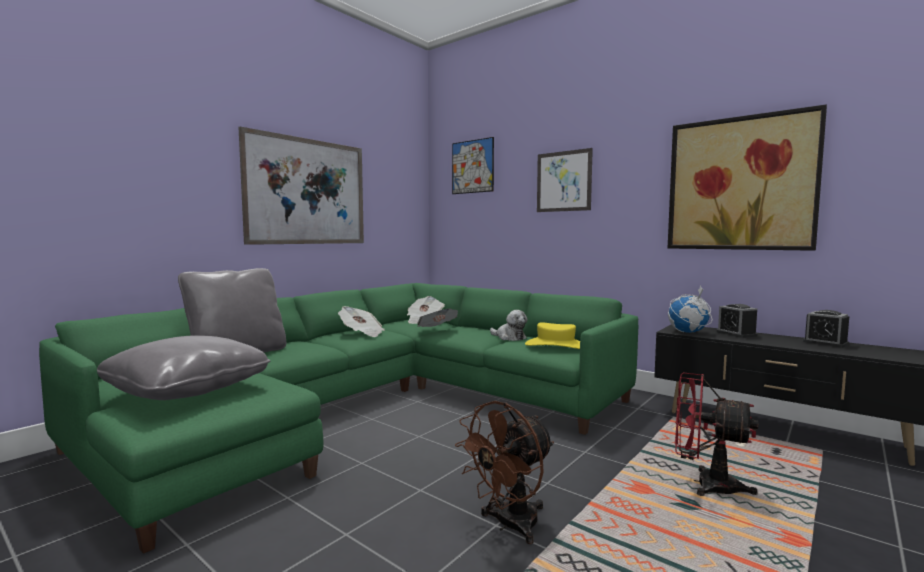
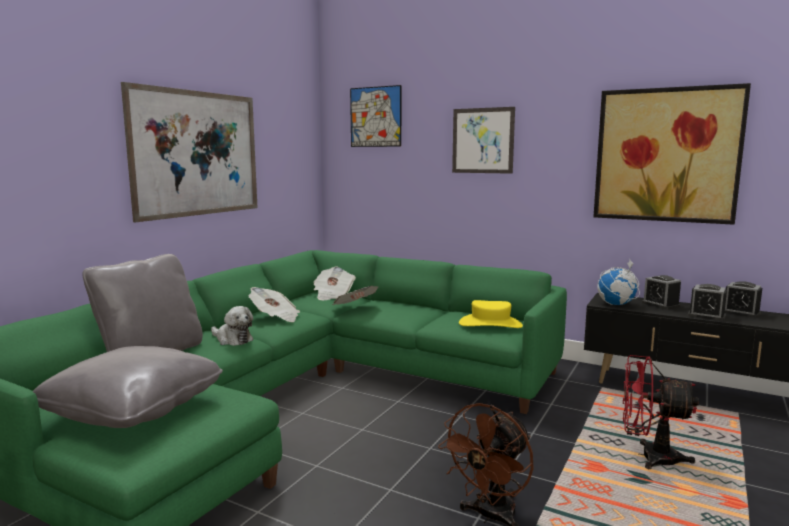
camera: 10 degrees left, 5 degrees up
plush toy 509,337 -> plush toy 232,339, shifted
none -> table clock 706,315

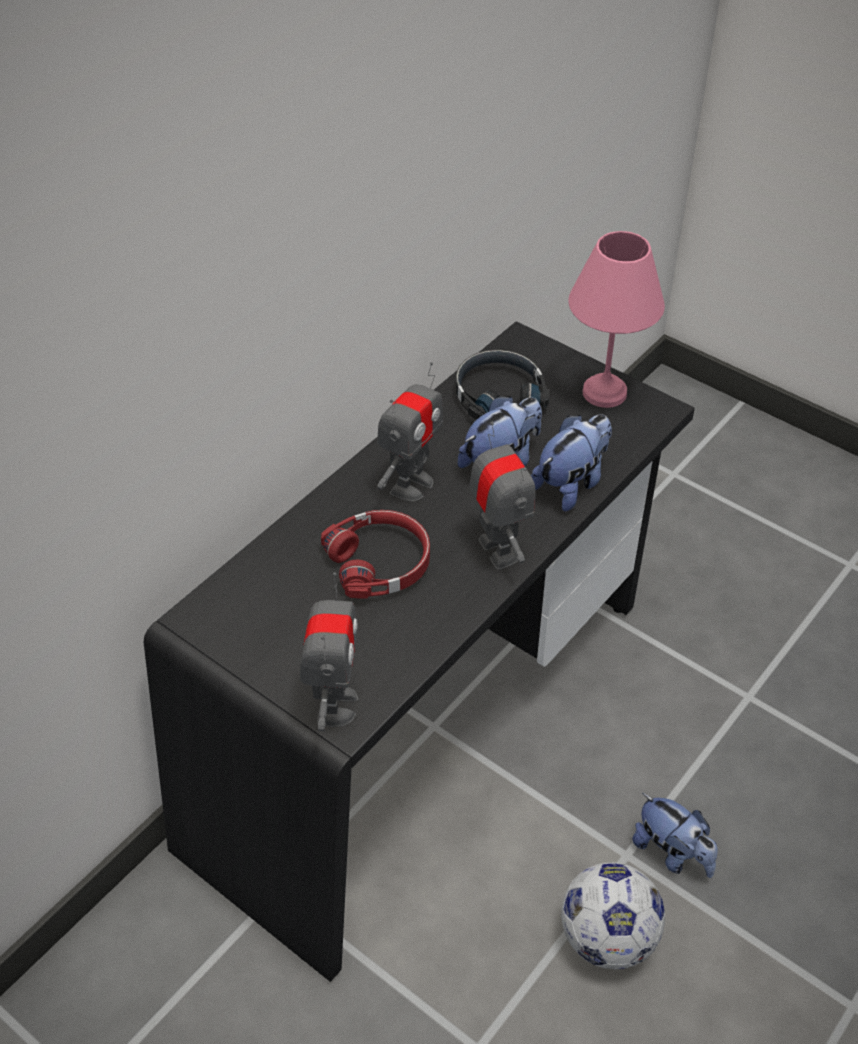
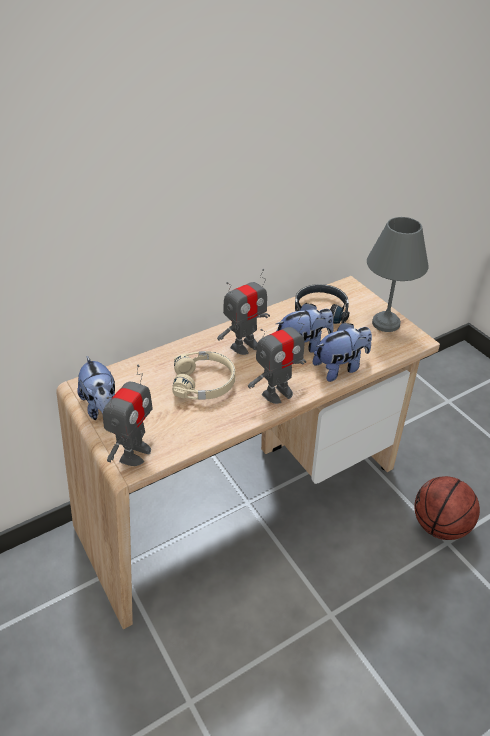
camera: 20 degrees right, 5 degrees down
desk (black) 428,726 -> desk (beige) 244,501
headset (red) 380,562 -> headset (beige) 204,382
model robot 498,550 -> model robot 277,393, 60 degrees clockwise
ball for football 607,938 -> none
tabletop lamp (pink-coloured) 606,392 -> tabletop lamp (gray) 387,323
plush toy 672,853 -> plush toy 102,408, shifted
none -> ball for basketball 440,525

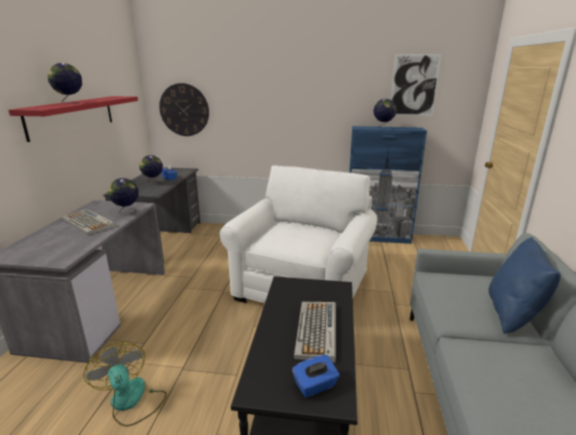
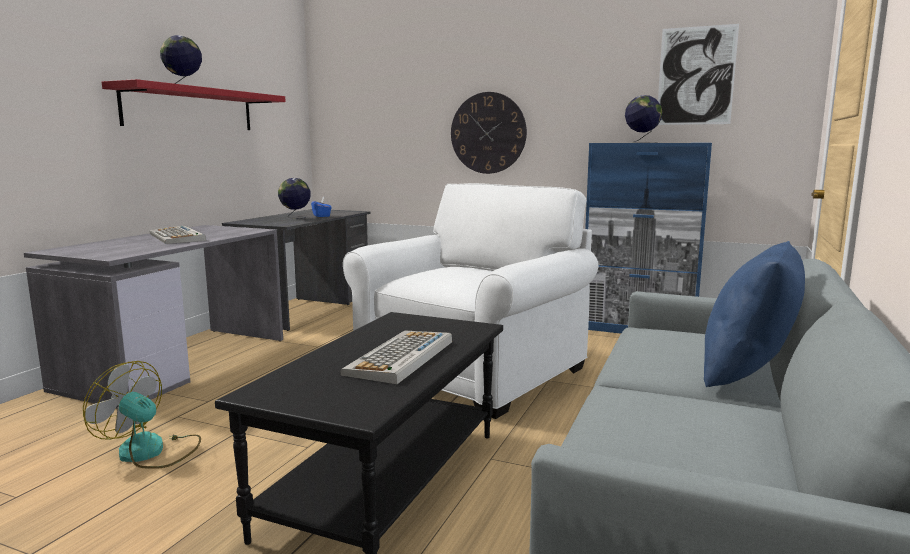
camera: 15 degrees right, 10 degrees down
fan 131,401 -> fan 151,452, 45 degrees counterclockwise
world globe 127,212 -> none
clock on the wall 184,110 -> clock on the wall 488,133, shifted
tissue box (bluish) 315,386 -> none

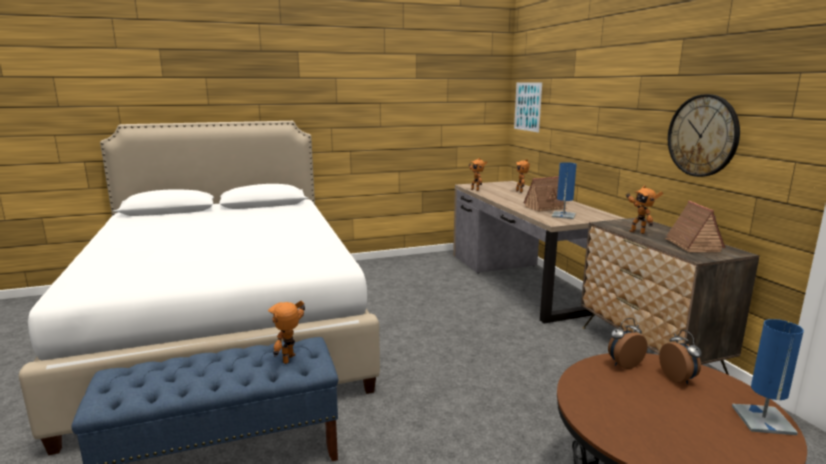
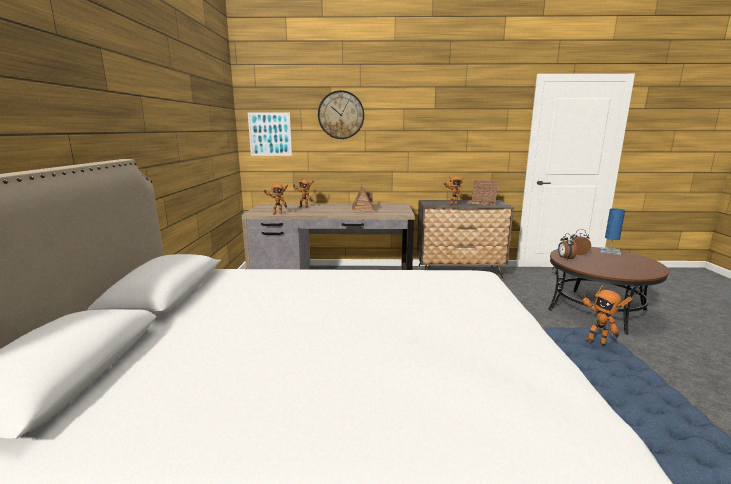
camera: 70 degrees left, 0 degrees up
tabletop lamp (bluish) 563,215 -> none
clock on the wall 702,136 -> clock on the wall 341,115, shifted

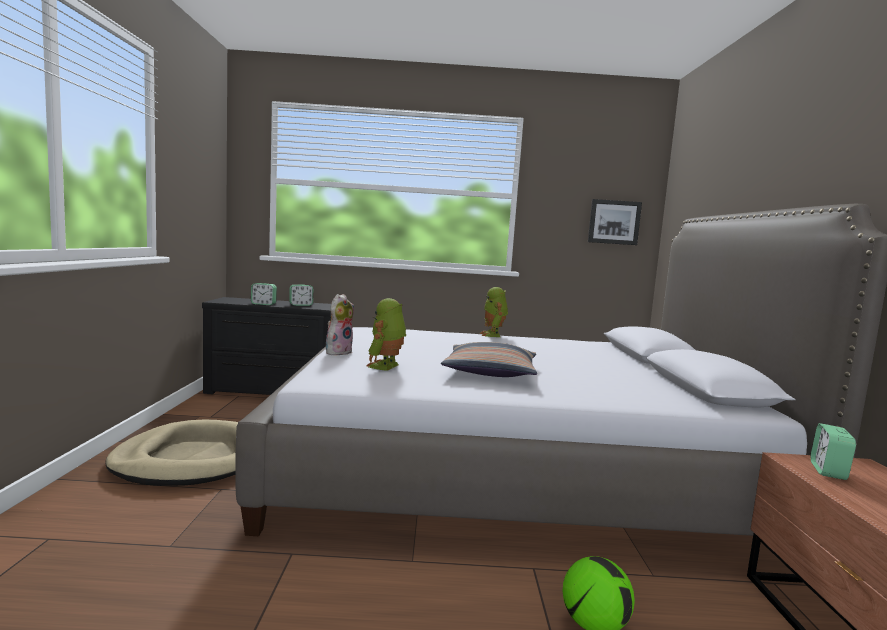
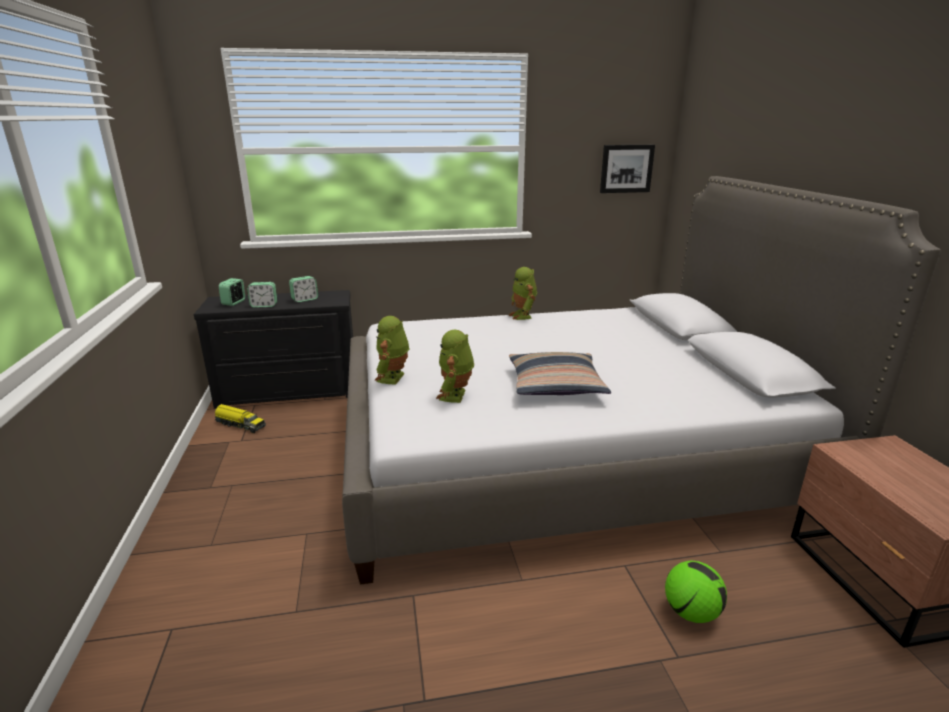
camera: 10 degrees left, 15 degrees up
pet bed (beige) 193,459 -> none
plush toy 338,352 -> model robot 393,378
table clock 828,471 -> table clock 234,303, shifted
none -> toy lorry 240,424

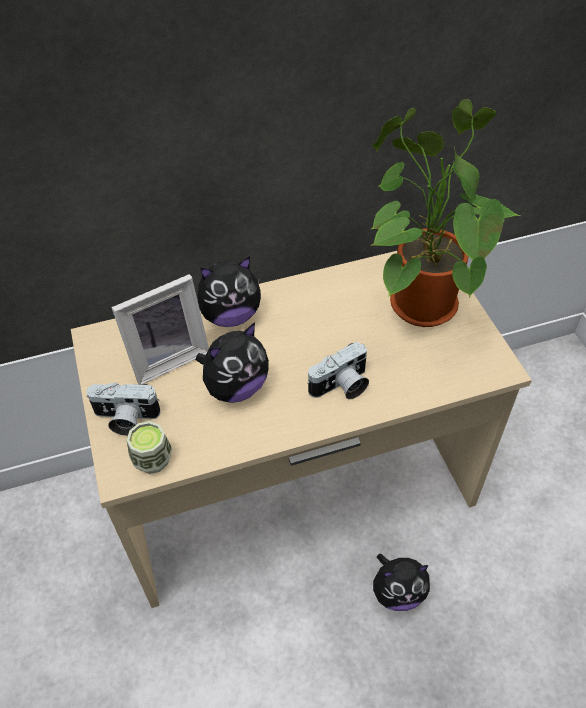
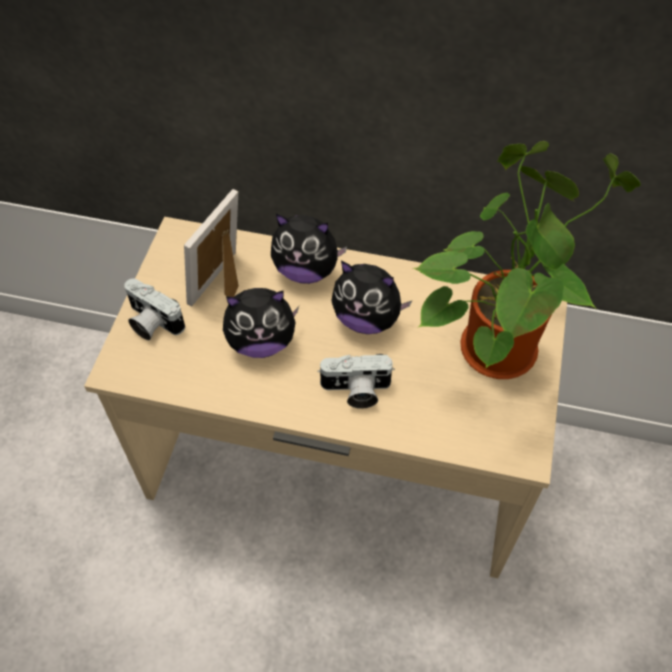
camera: 30 degrees right, 5 degrees up
photo frame 167,357 -> photo frame 224,283, 120 degrees clockwise
drinking cup 153,459 -> none
plush toy 397,592 -> plush toy 367,319, shifted

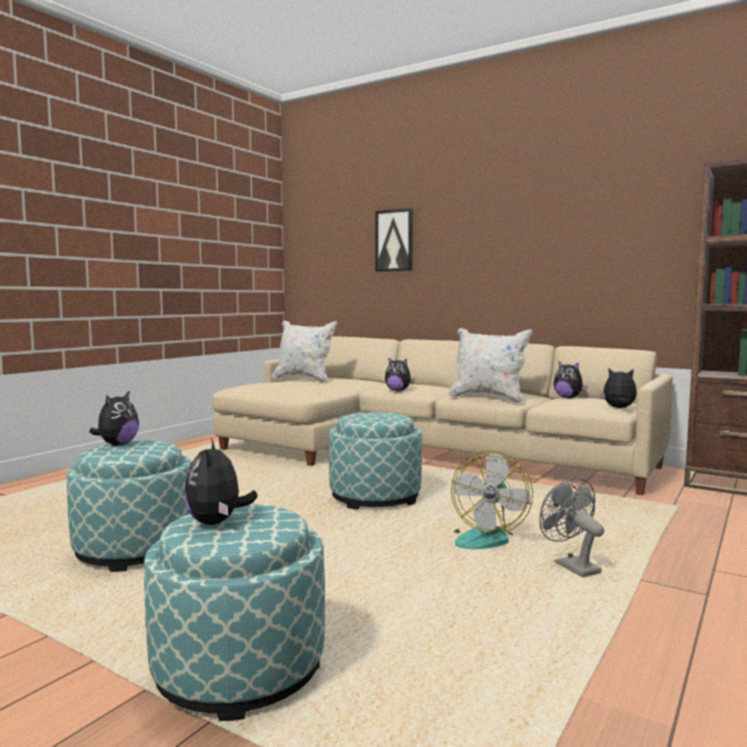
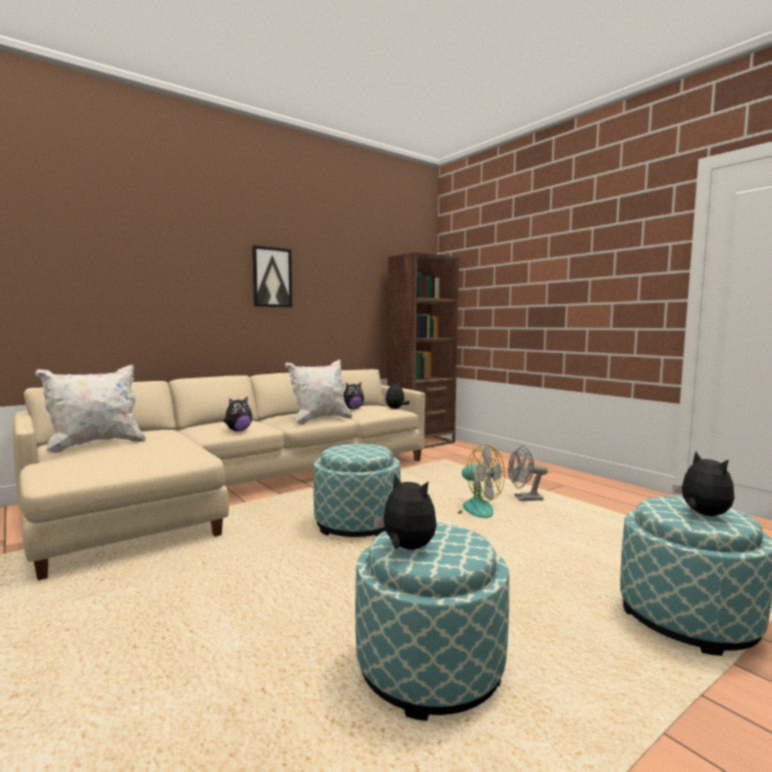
camera: 70 degrees left, 0 degrees up
plush toy 217,522 -> plush toy 702,514, 120 degrees counterclockwise
picture 394,240 -> picture 272,277, shifted

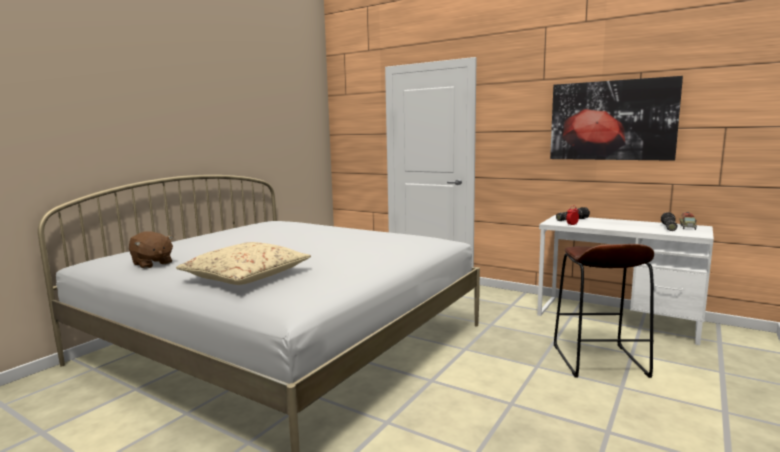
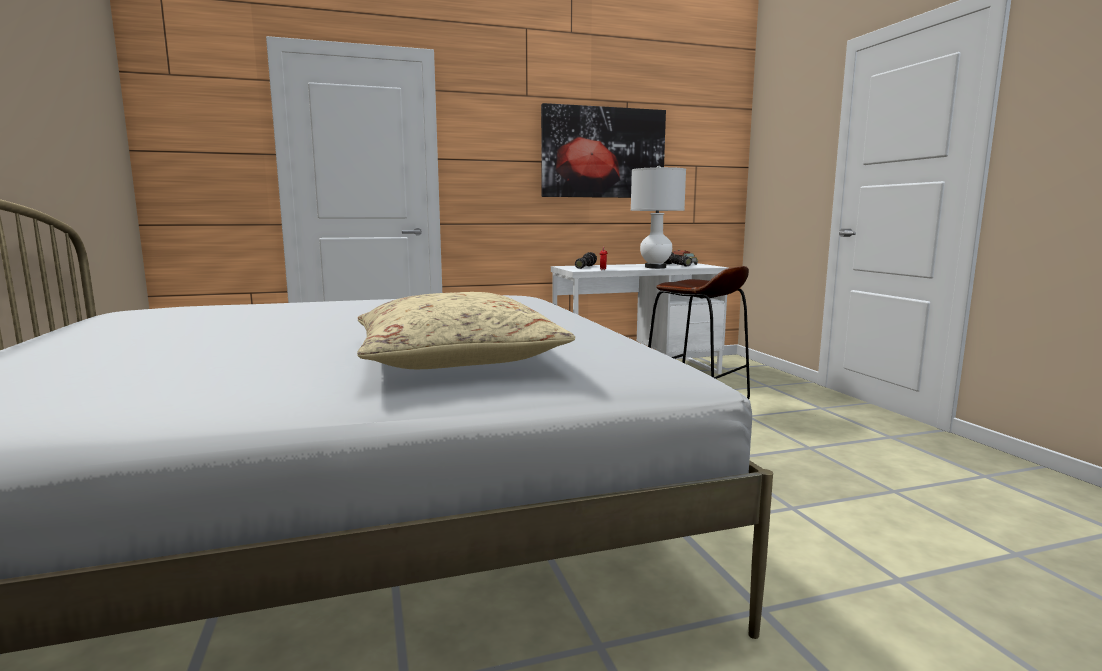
camera: 50 degrees left, 0 degrees up
plush toy (brownish) 152,264 -> none
none -> tabletop lamp (whitish) 655,267

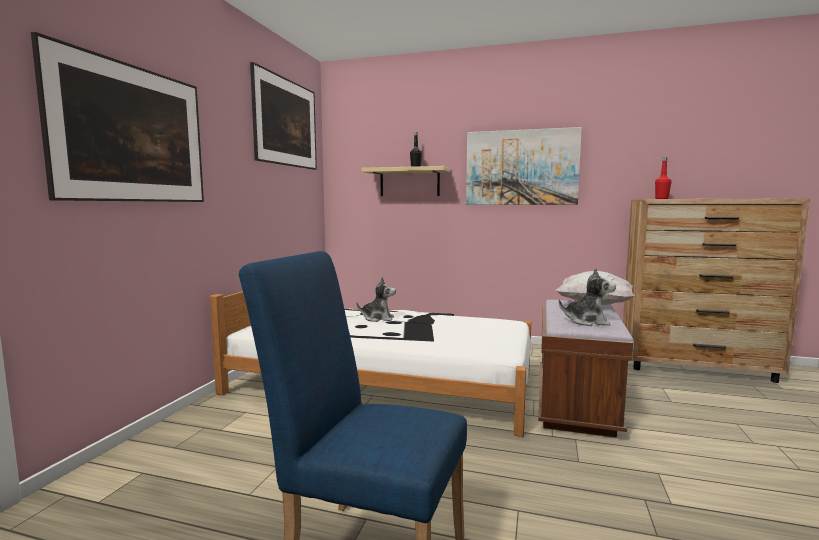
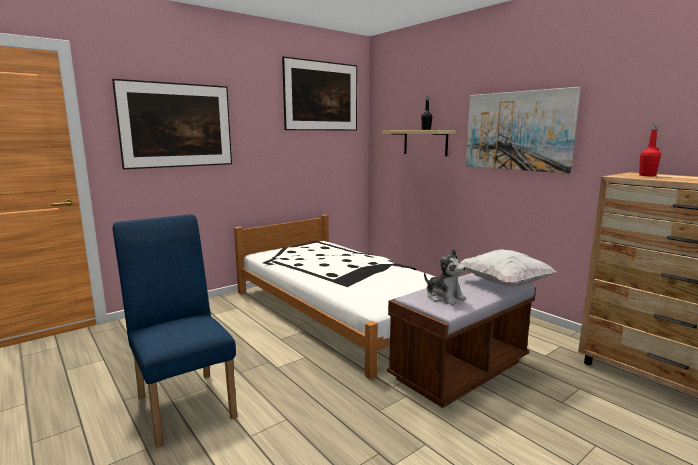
camera: 35 degrees right, 5 degrees up
plush toy 378,318 -> none

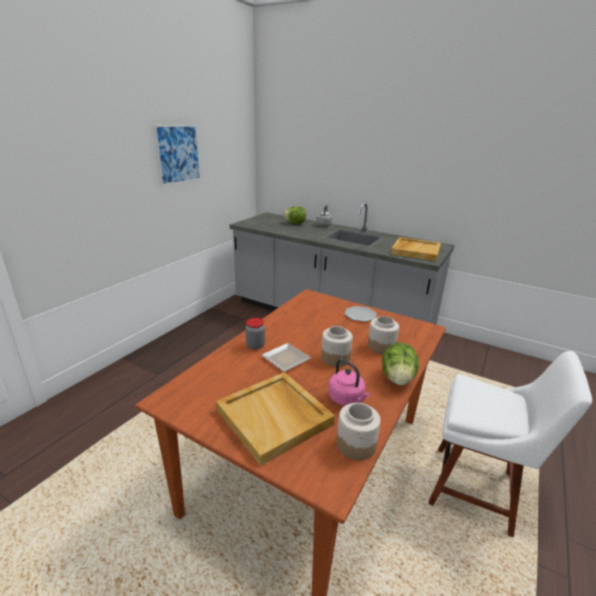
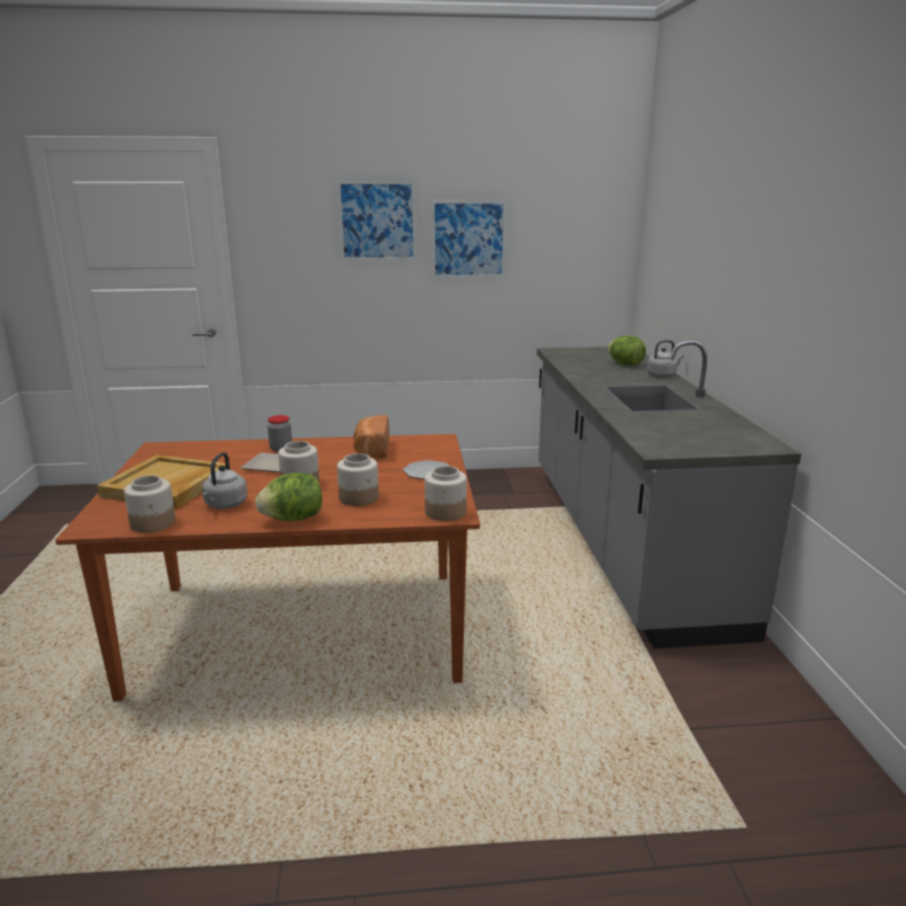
camera: 55 degrees right, 5 degrees down
water kettle (pink-coloured) 347,399 -> water kettle (gray) 225,505
carrying tray (beige) 415,251 -> none
plain chair (whitish) 477,490 -> none
none -> picture 377,221
none -> baked bread 371,450
none -> preserve jar 445,512

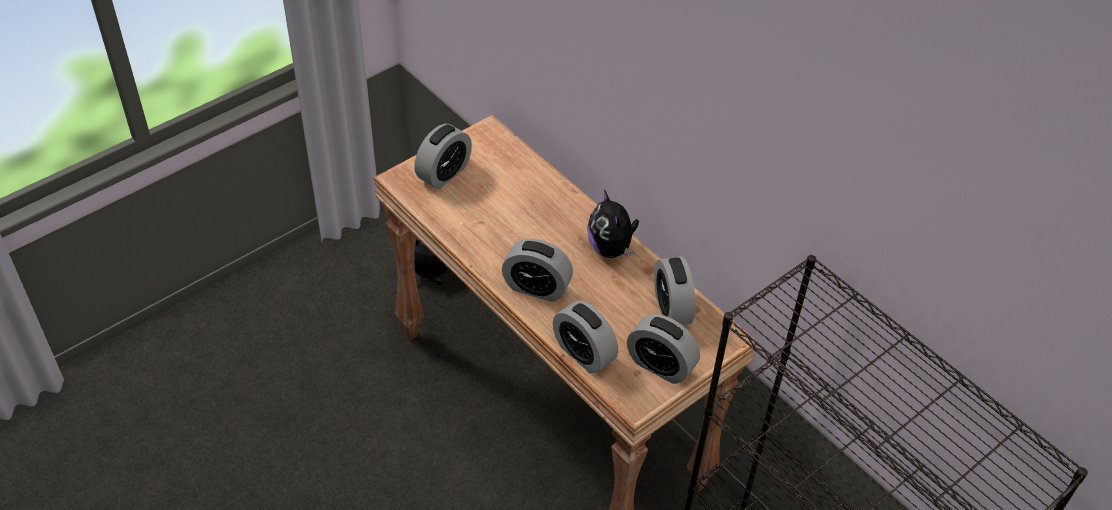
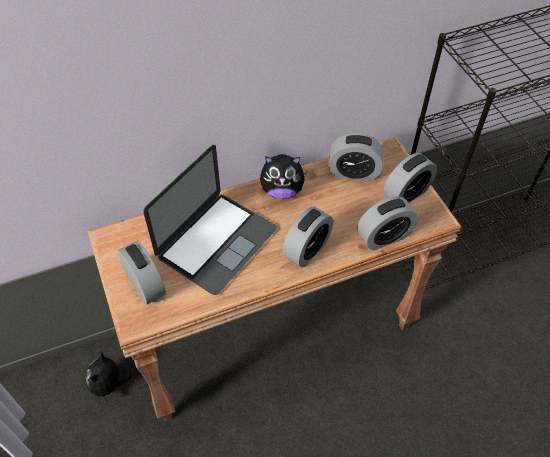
camera: 70 degrees left, 5 degrees up
none -> portable computer 216,242

